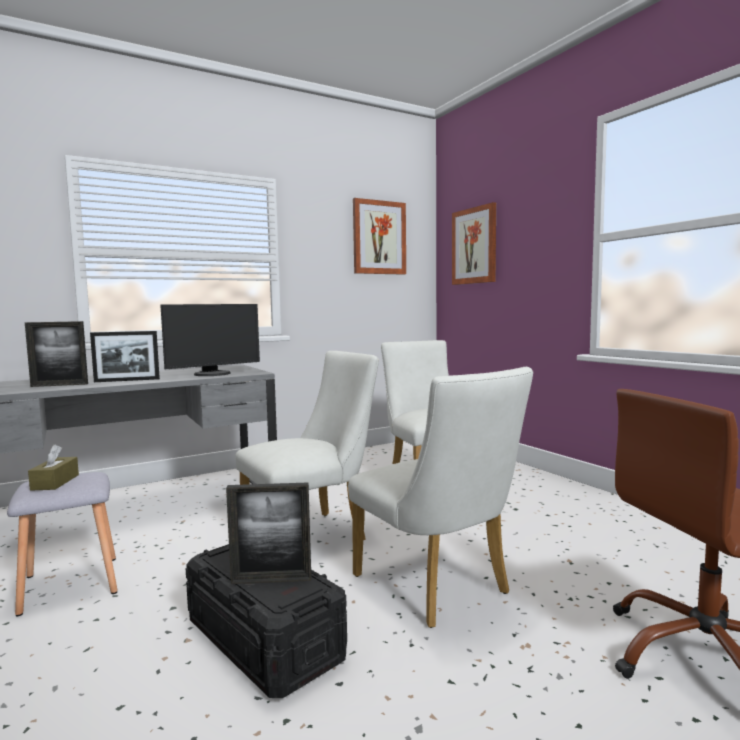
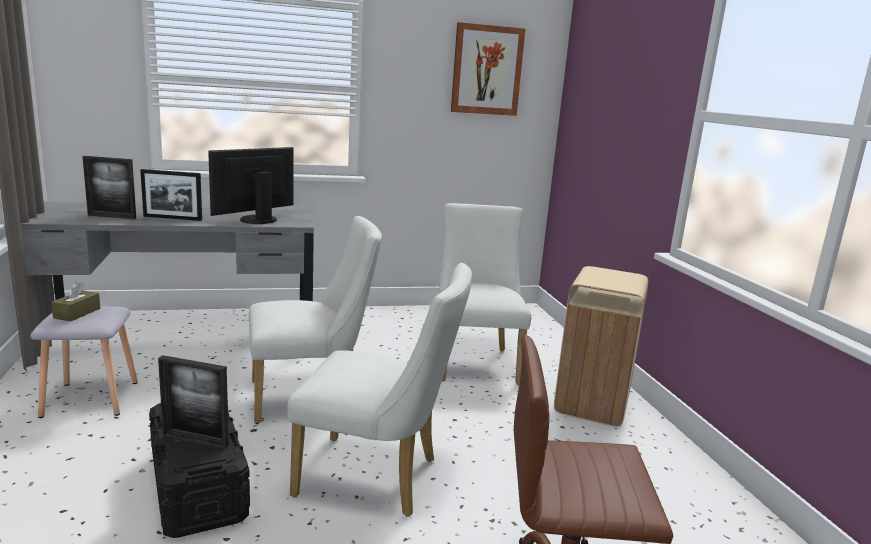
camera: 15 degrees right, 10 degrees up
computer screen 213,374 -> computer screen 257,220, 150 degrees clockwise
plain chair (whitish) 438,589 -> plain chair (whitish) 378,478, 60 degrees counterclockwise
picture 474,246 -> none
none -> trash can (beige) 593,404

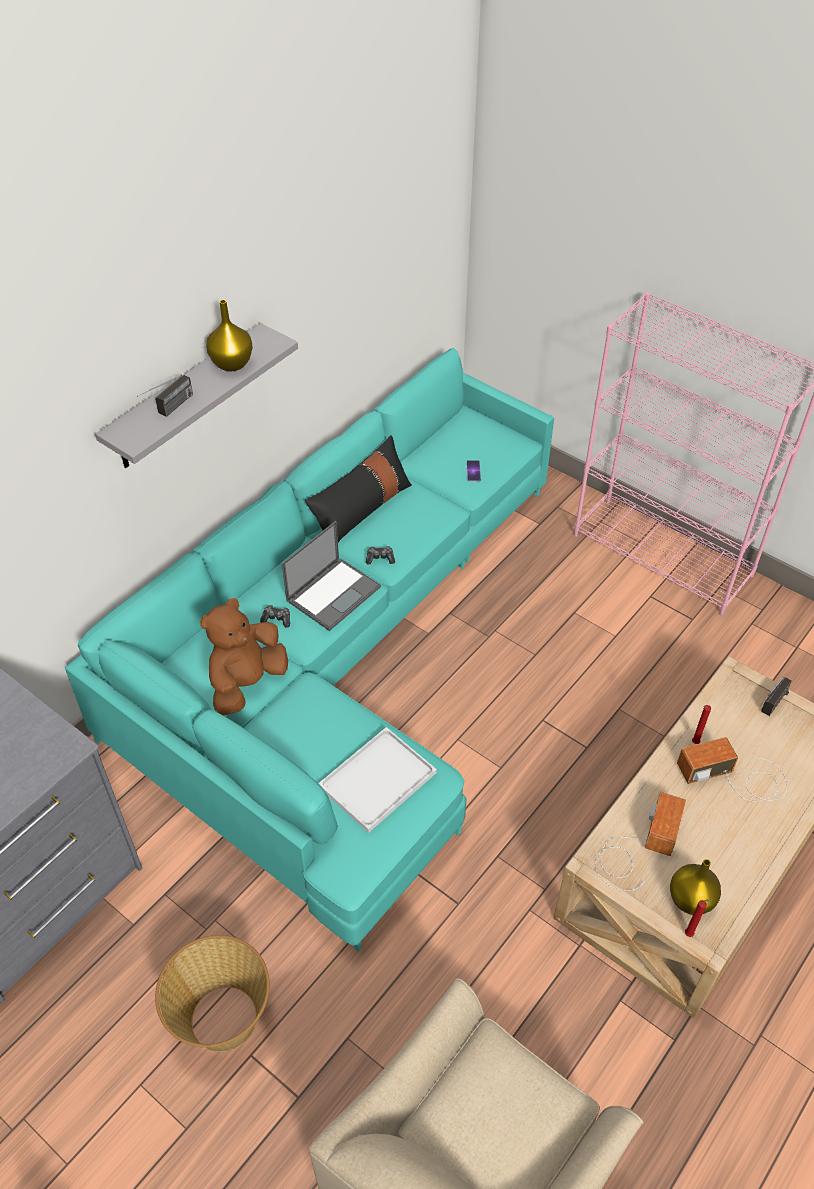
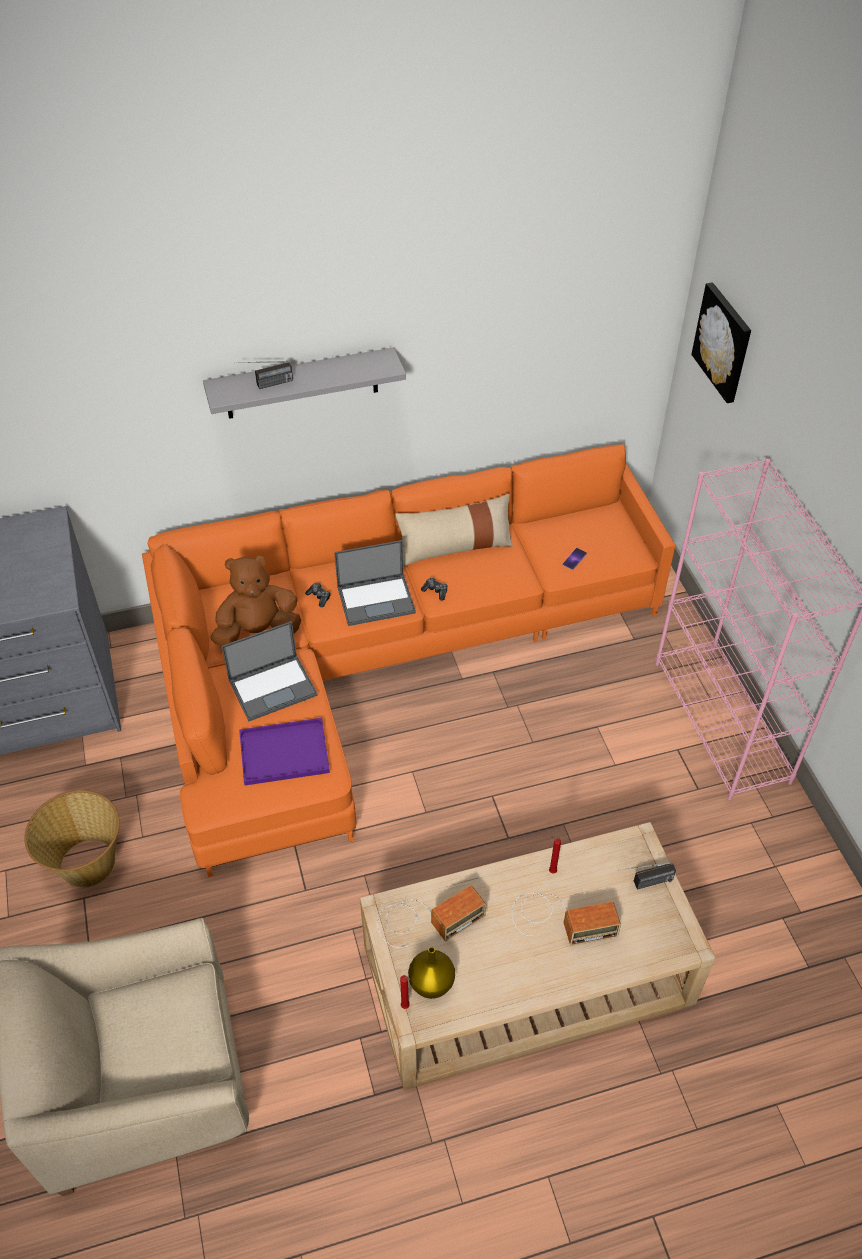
camera: 35 degrees right, 0 degrees up
sofa (turquoise) 339,659 -> sofa (orangey) 376,661
flower vase (yellowish) 232,363 -> none
pillow (black) 361,510 -> pillow (beige) 455,547
carrying tray (whitish) 377,782 -> carrying tray (purple) 282,753
radio receiver 736,777 -> radio receiver 560,919, 150 degrees clockwise
none -> portable computer 273,687
none -> picture 724,342

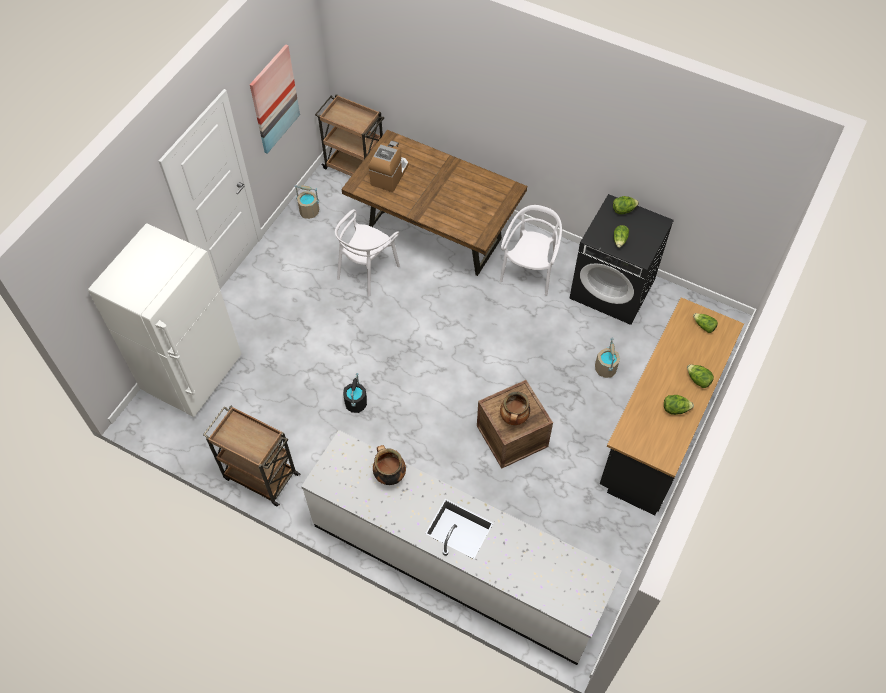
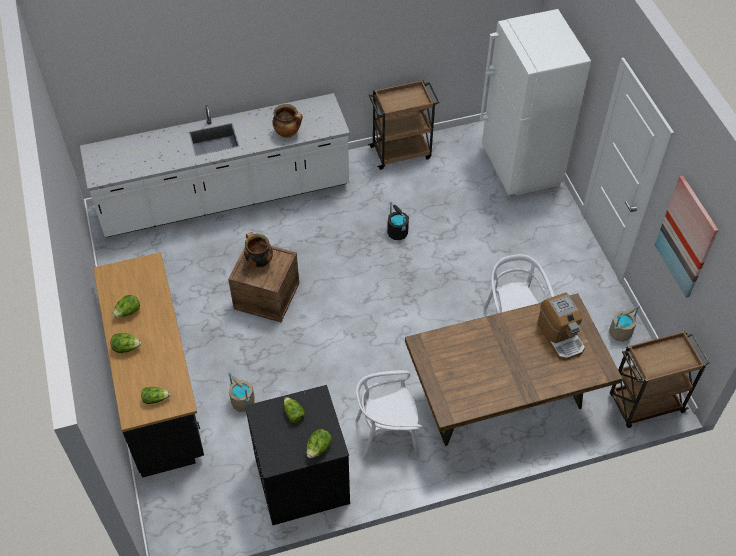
camera: 135 degrees right, 5 degrees down
plain chair (whitish) 530,271 -> plain chair (whitish) 387,435, 105 degrees clockwise

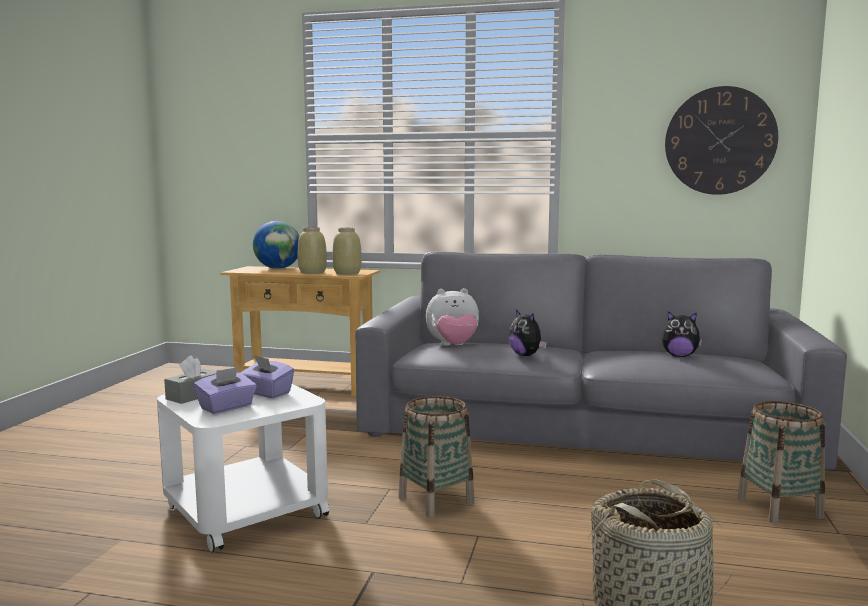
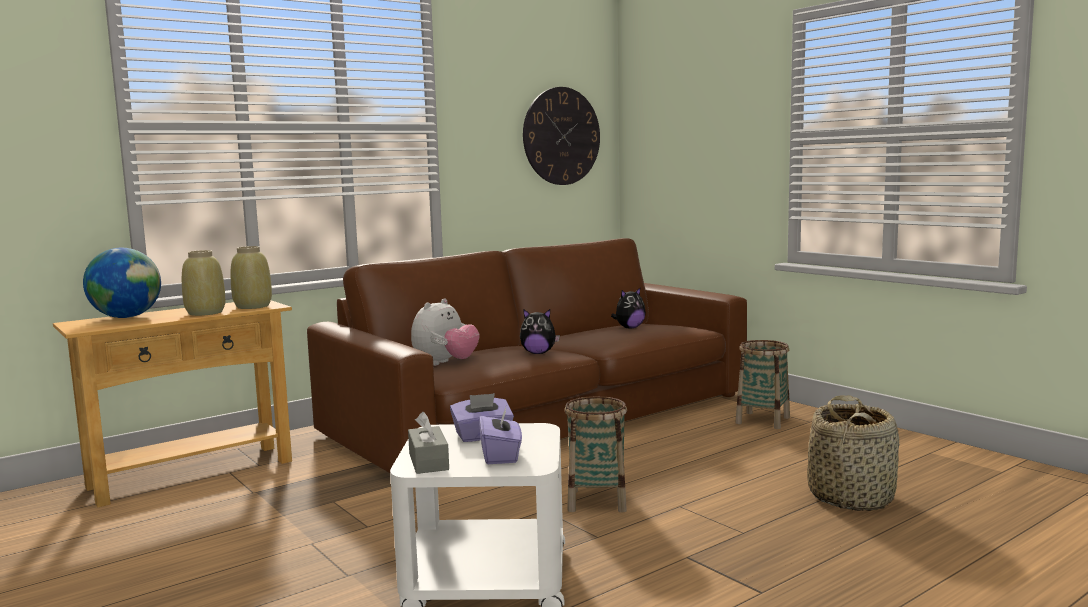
camera: 50 degrees left, 0 degrees up
sofa (gray) 581,424 -> sofa (brownish) 544,415

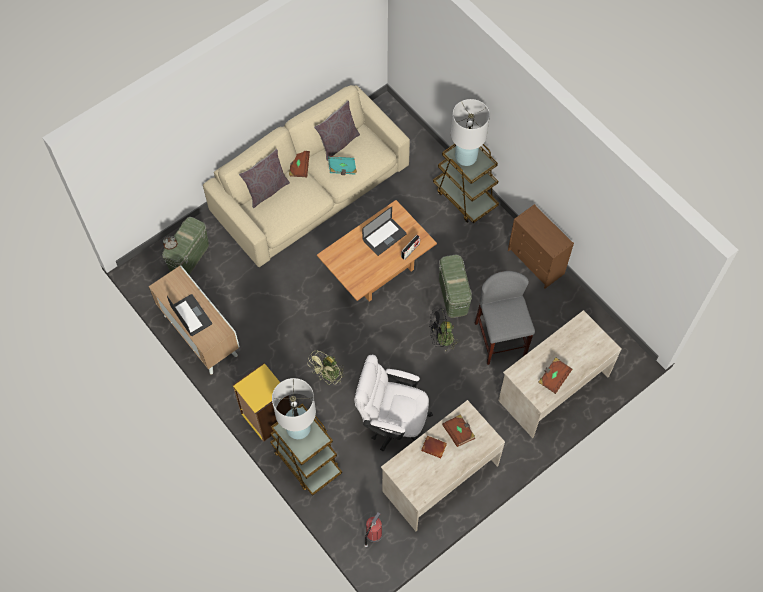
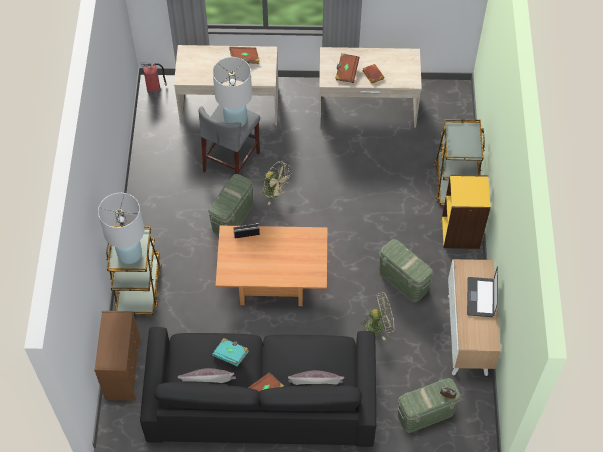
camera: 140 degrees left, 5 degrees down
sofa (beige) 311,189 -> sofa (black) 261,397
tabletop lamp (whitish) 298,428 -> tabletop lamp (whitish) 235,119, shifted
fan (green-coloured) 328,376 -> fan (green-coloured) 378,325, shifted
computer chair (whitish) 393,422 -> none
portable computer 384,237 -> none
extinguisher 373,535 -> extinguisher 154,89, shifted
fan (black) 441,339 -> fan (beige) 275,193
drawer chest (brownish) 536,262 -> drawer chest (brownish) 123,370, shifted
none -> storage container (green-coloured) 403,281

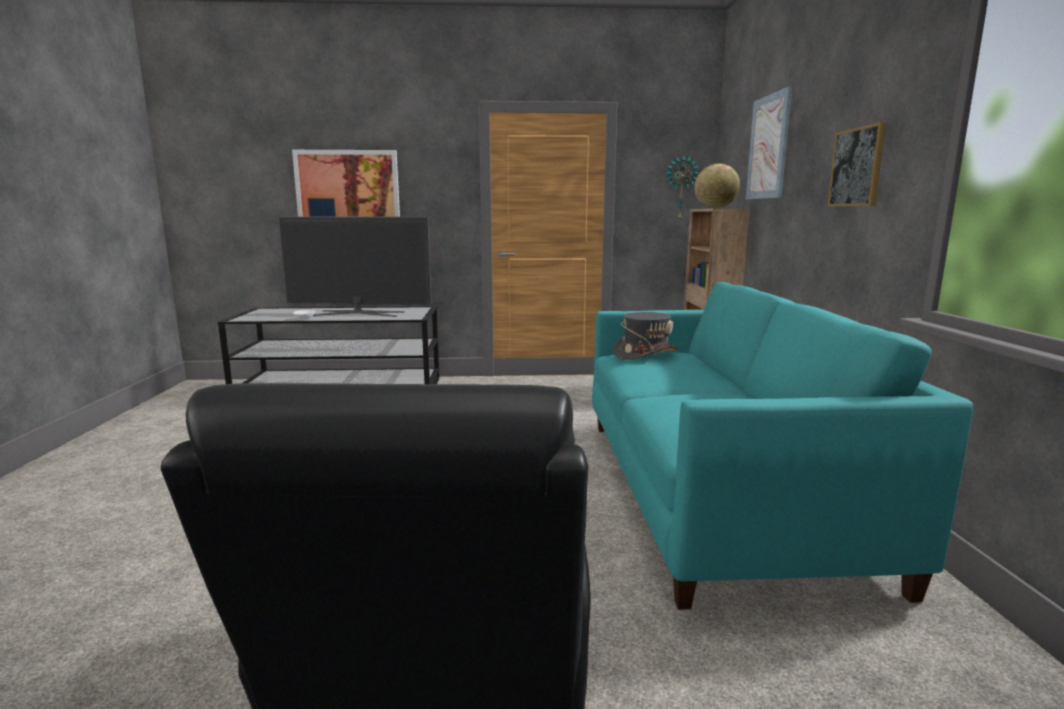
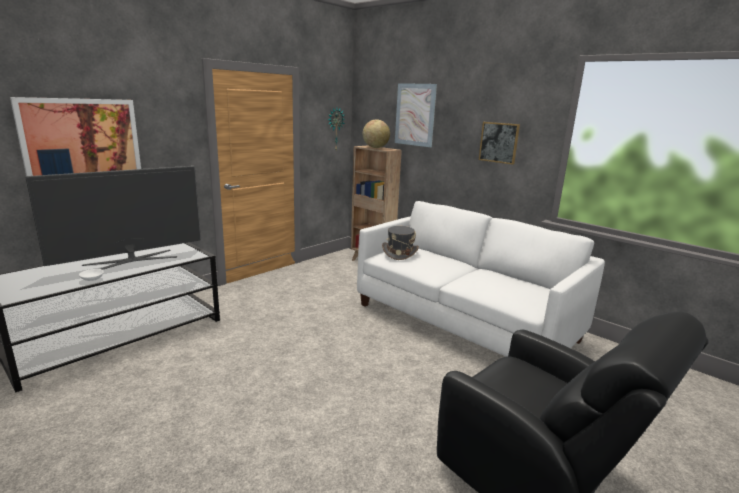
camera: 45 degrees left, 5 degrees up
sofa (turquoise) 714,491 -> sofa (whitish) 464,322

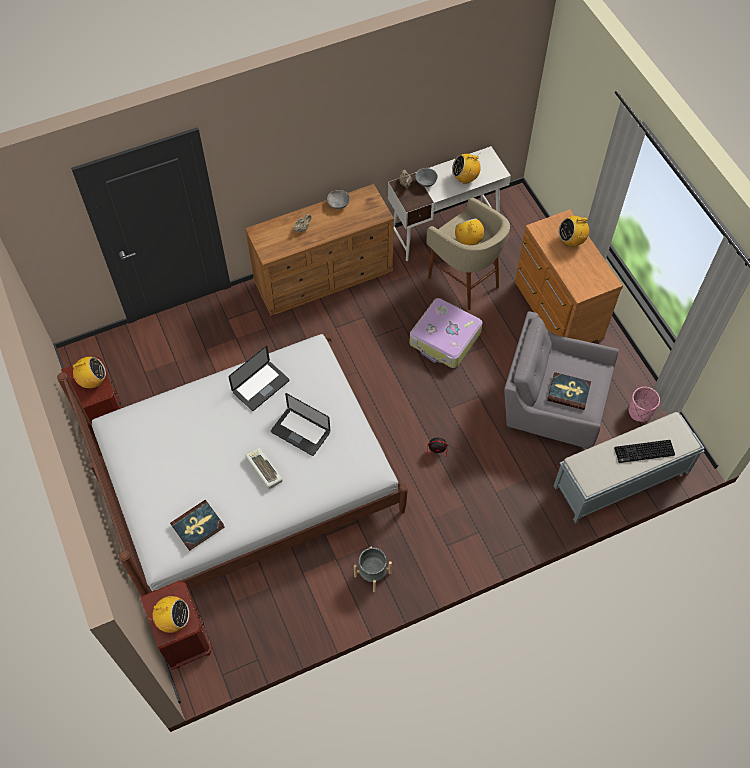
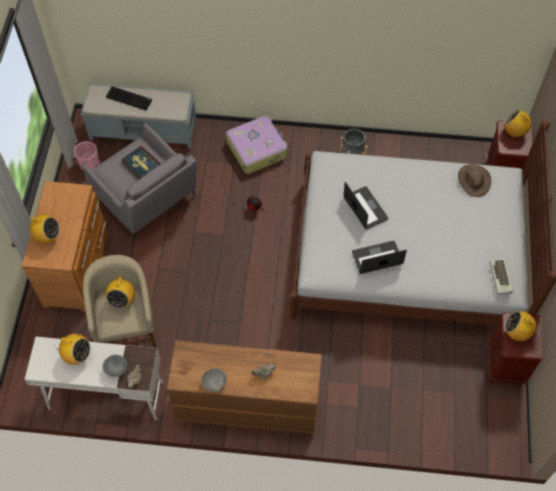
camera: 150 degrees left, 0 degrees up
bound book 198,526 -> clothing hat (brownish) 473,180
PC keyboard 262,469 -> PC keyboard 501,278, shifted
suitcase 445,339 -> suitcase 257,149, shifted

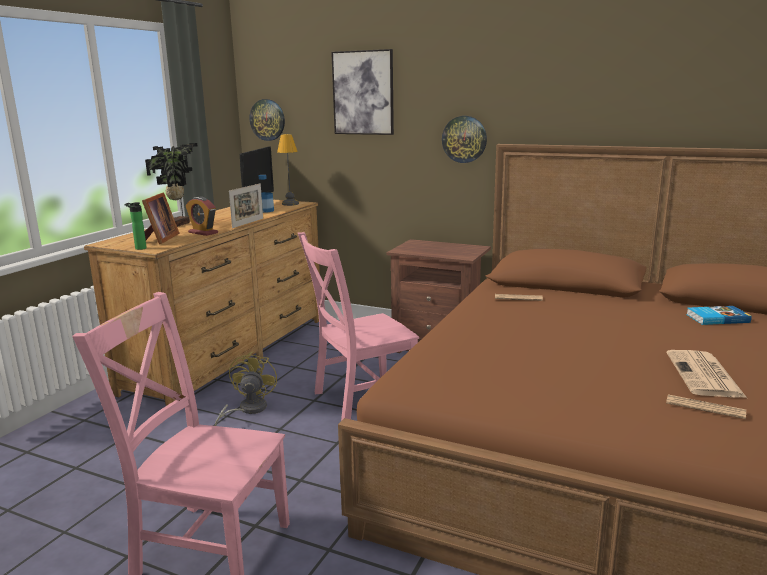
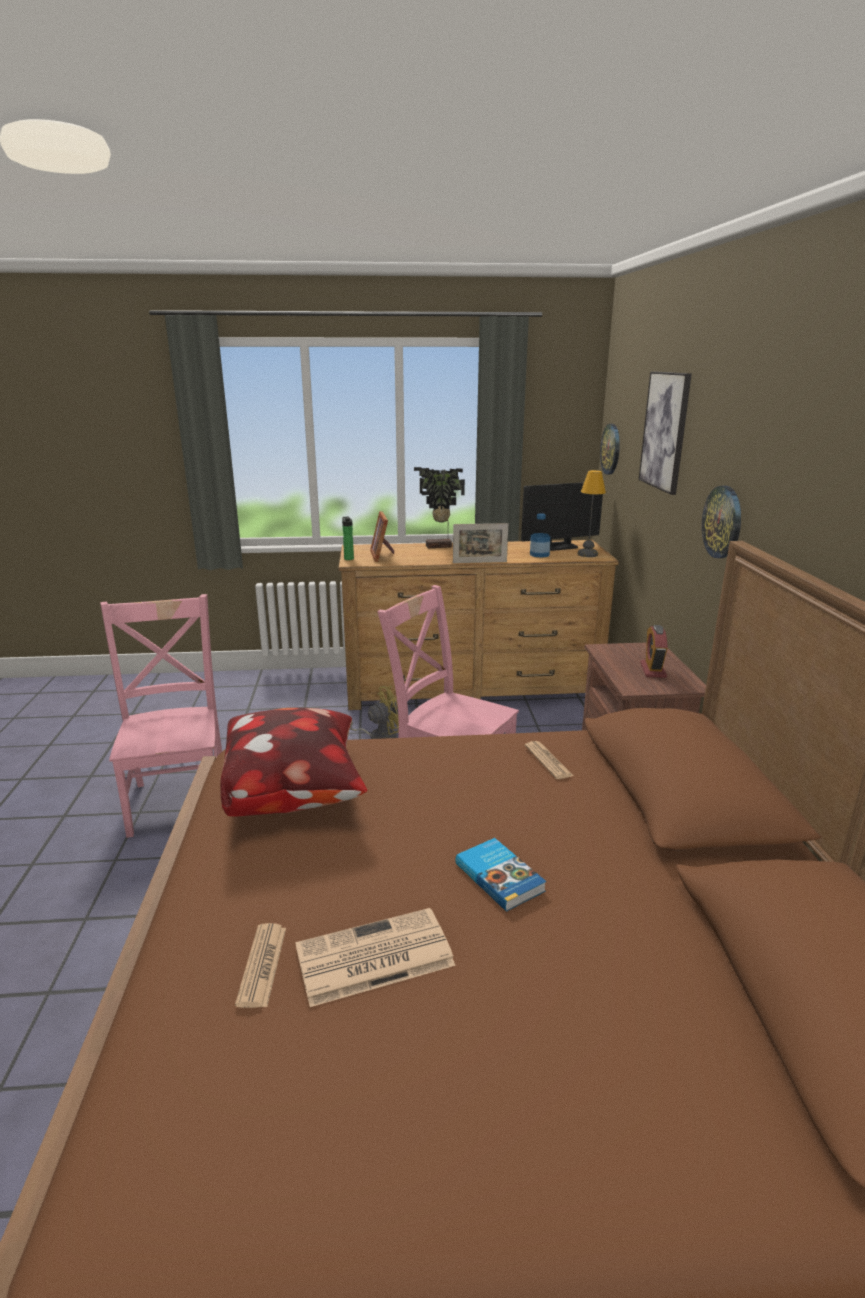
camera: 60 degrees right, 5 degrees up
photo frame 159,239 -> photo frame 382,555, 105 degrees clockwise
table clock 203,232 -> table clock 653,670, shifted
bound book 716,318 -> bound book 500,876, shifted
none -> pillow 296,794

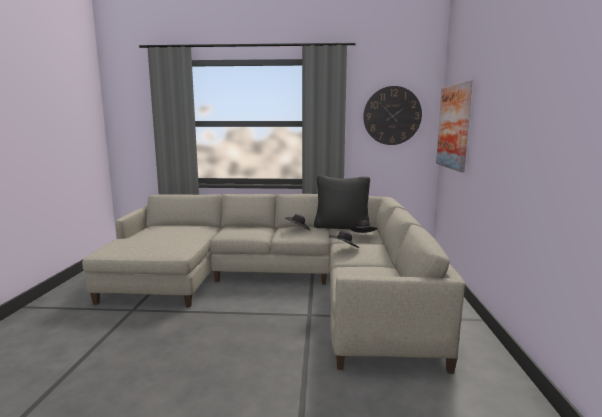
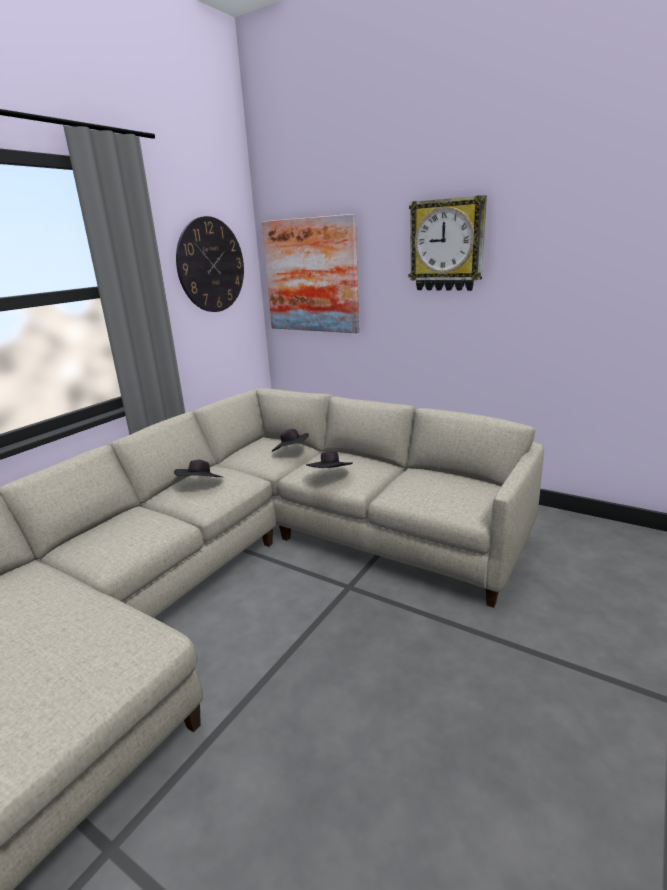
camera: 60 degrees left, 10 degrees up
pillow (black) 341,227 -> none
none -> clock on the wall 447,245

